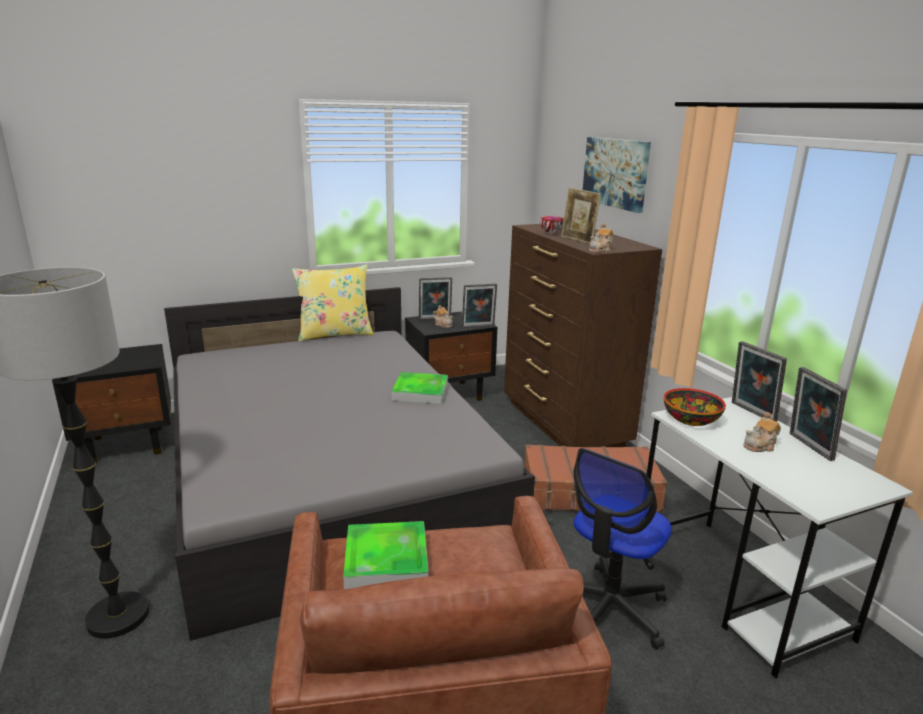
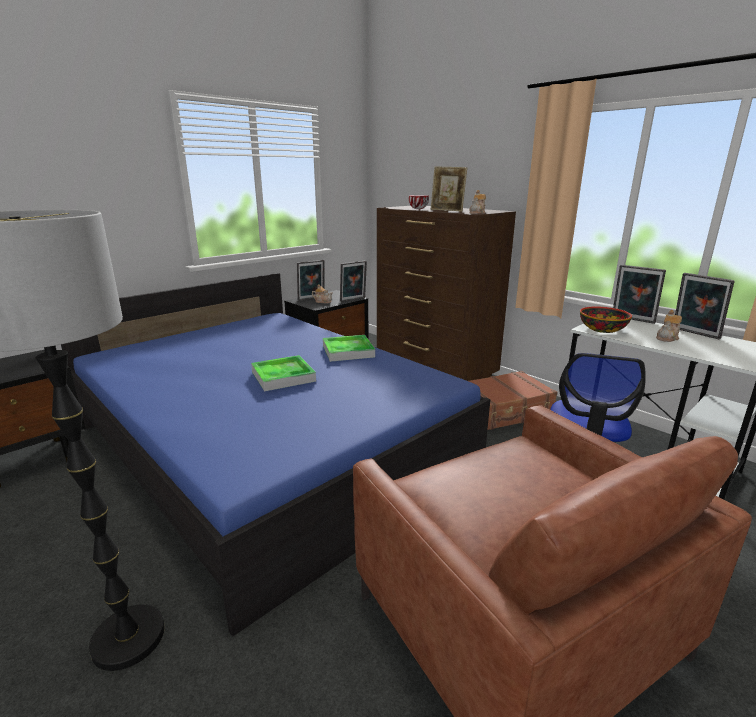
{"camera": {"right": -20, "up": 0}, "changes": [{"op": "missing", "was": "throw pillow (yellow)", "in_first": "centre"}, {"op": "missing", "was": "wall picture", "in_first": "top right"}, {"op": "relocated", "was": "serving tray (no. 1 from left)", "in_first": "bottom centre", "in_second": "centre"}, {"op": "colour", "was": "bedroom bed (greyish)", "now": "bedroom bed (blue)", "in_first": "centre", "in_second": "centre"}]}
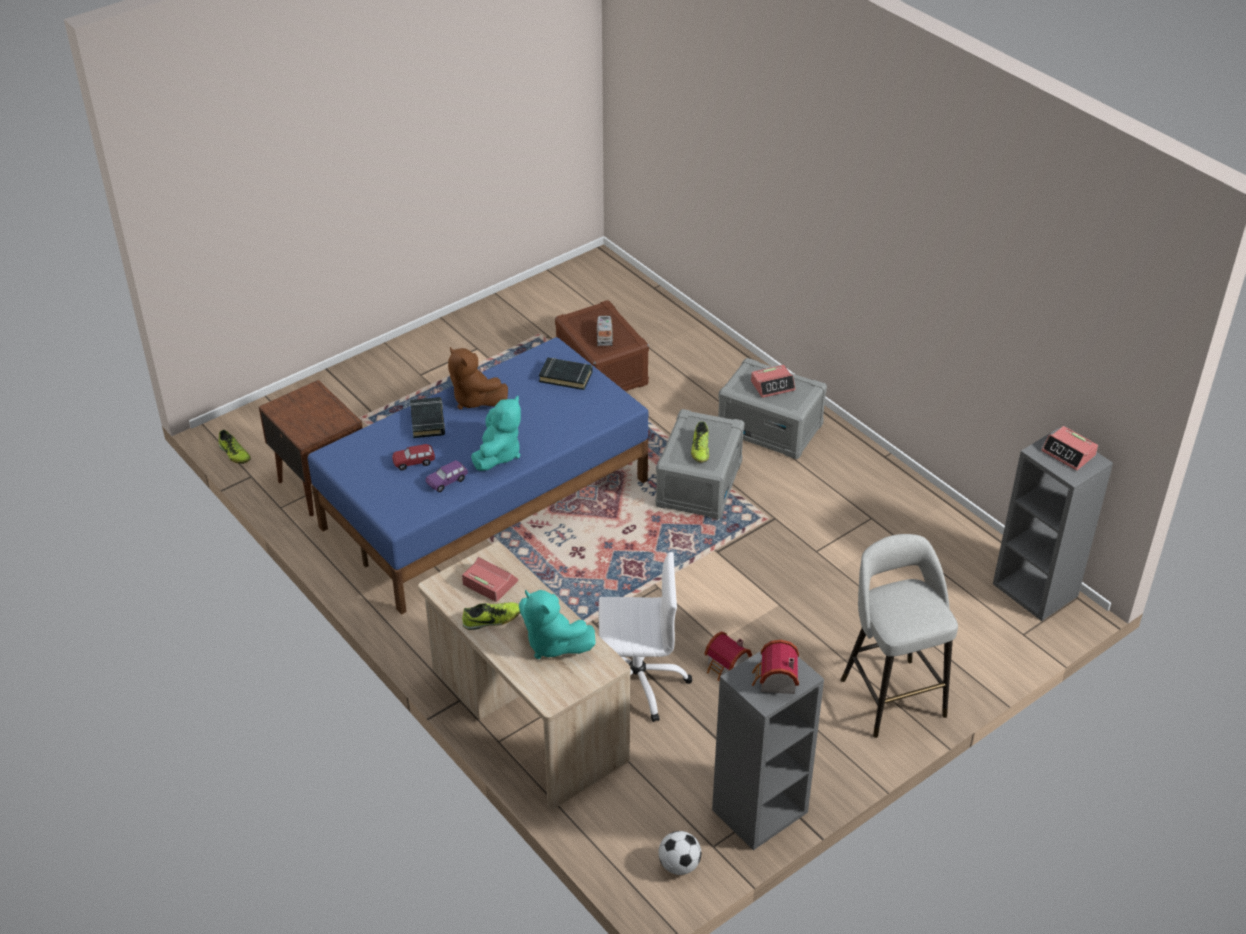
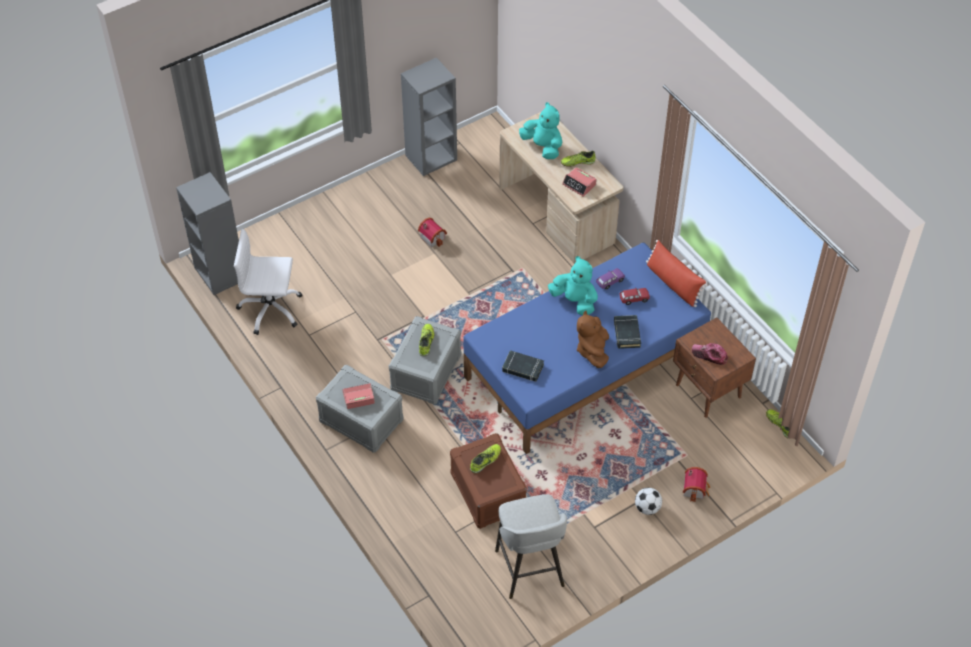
{"camera": {"right": -175, "up": 10}, "changes": [{"op": "missing", "was": "alarm clock (no. 3 from left)", "in_first": "middle right"}, {"op": "appeared", "now": "throw pillow (red-coloured)", "in_second": "middle right"}, {"op": "appeared", "now": "cap", "in_second": "middle right"}, {"op": "relocated", "was": "computer chair (white)", "in_first": "bottom centre", "in_second": "middle left"}, {"op": "relocated", "was": "football ball", "in_first": "bottom centre", "in_second": "bottom right"}, {"op": "relocated", "was": "toy house (no. 2 from left)", "in_first": "bottom centre", "in_second": "bottom right"}, {"op": "relocated", "was": "stool seat (greyish)", "in_first": "bottom right", "in_second": "bottom centre"}, {"op": "exchanged", "was": "toy lorry", "now": "shoe (no. 2 from left)", "in_first": "centre", "in_second": "bottom centre"}, {"op": "spun", "was": "cuddly toy (brown-coloured)", "in_first": "centre", "in_second": "centre", "clockwise": -135}, {"op": "spun", "was": "cuddly toy (turquoise-coloured) (no. 1 from left in the first image)", "in_first": "centre", "in_second": "centre", "clockwise": 105}]}
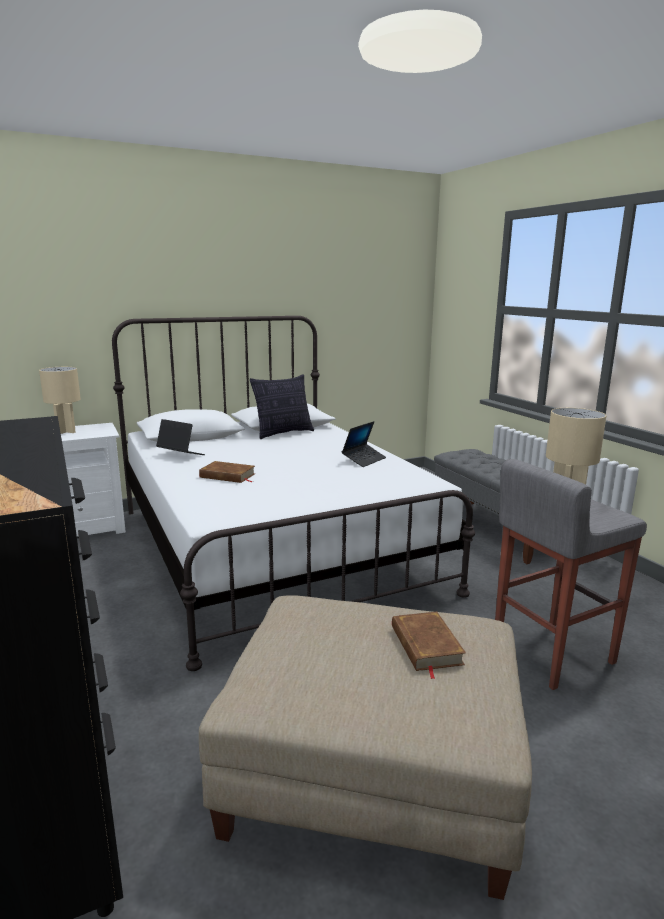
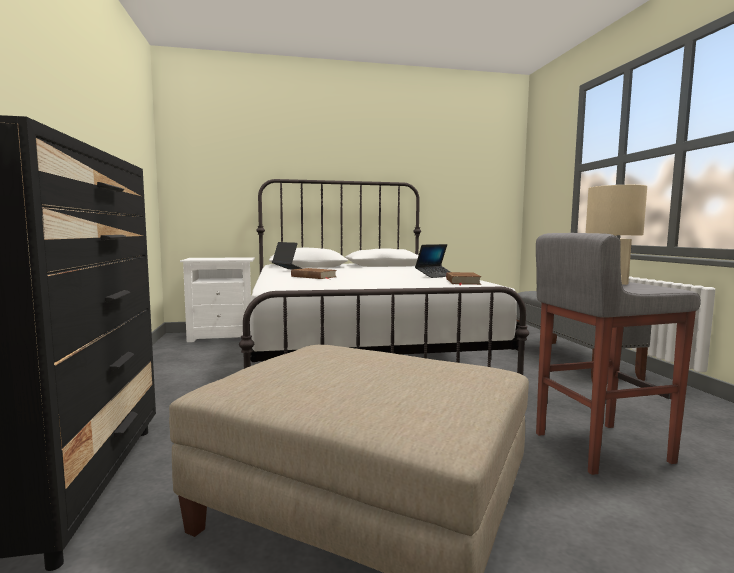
{"camera": {"right": 15, "up": -10}, "changes": [{"op": "missing", "was": "tabletop lamp (sand-coloured) (no. 1 from left)", "in_first": "middle left"}, {"op": "missing", "was": "throw pillow", "in_first": "centre"}, {"op": "relocated", "was": "bound book (brown-coloured) (no. 2 from left)", "in_first": "bottom centre", "in_second": "centre"}]}
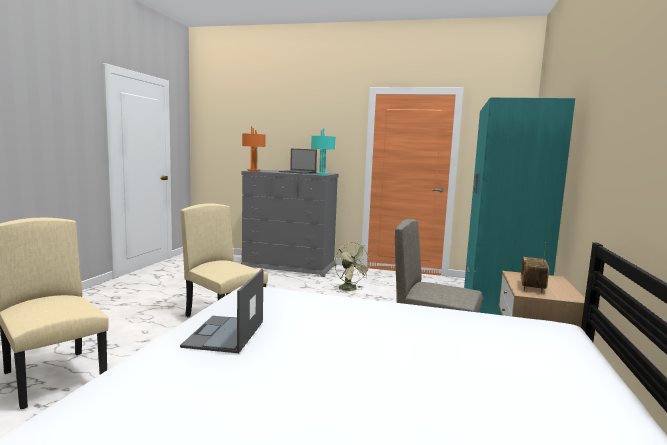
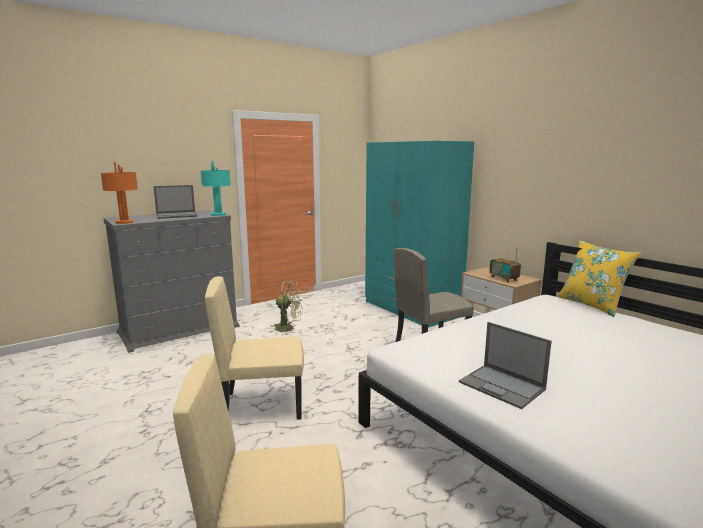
{"camera": {"right": -50, "up": 5}, "changes": [{"op": "appeared", "now": "throw pillow (yellow)", "in_second": "middle right"}]}
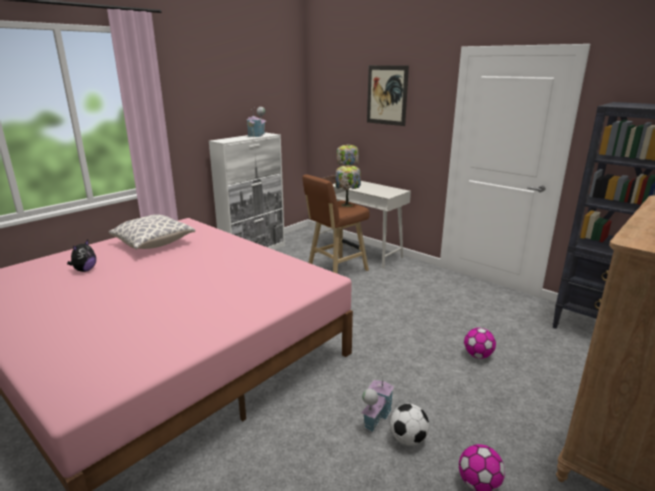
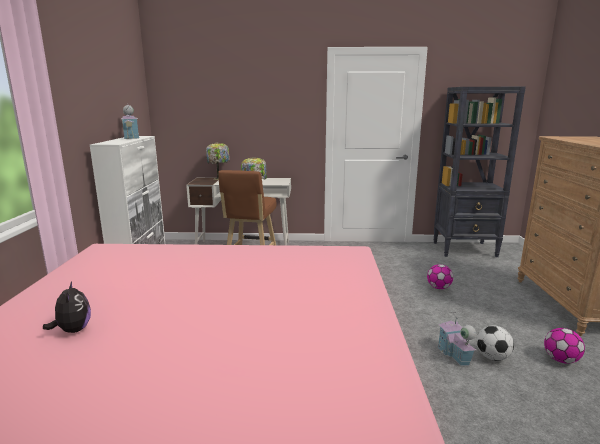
{"camera": {"right": -40, "up": -5}, "changes": [{"op": "missing", "was": "throw pillow", "in_first": "middle left"}, {"op": "missing", "was": "wall picture", "in_first": "top centre"}]}
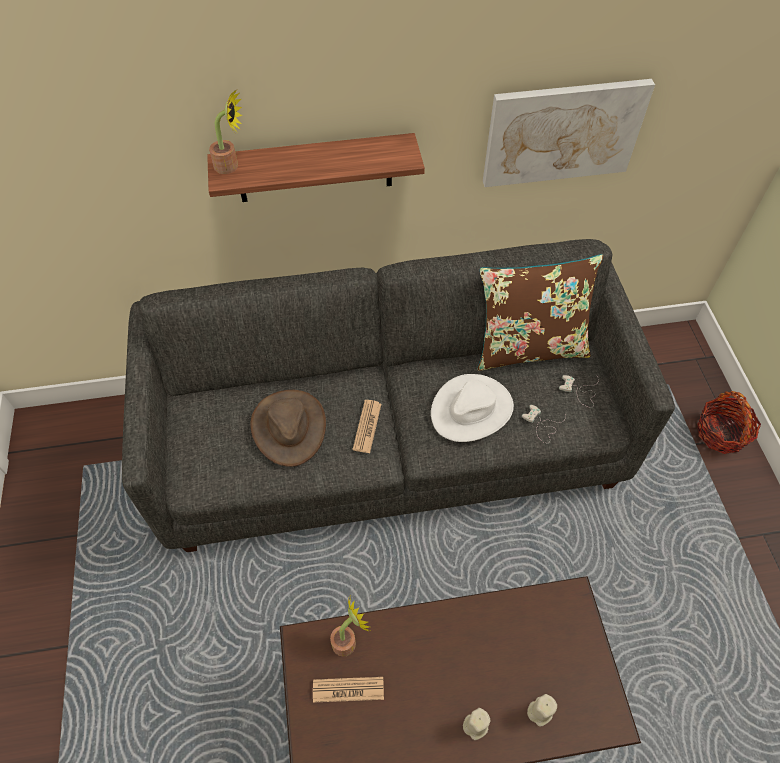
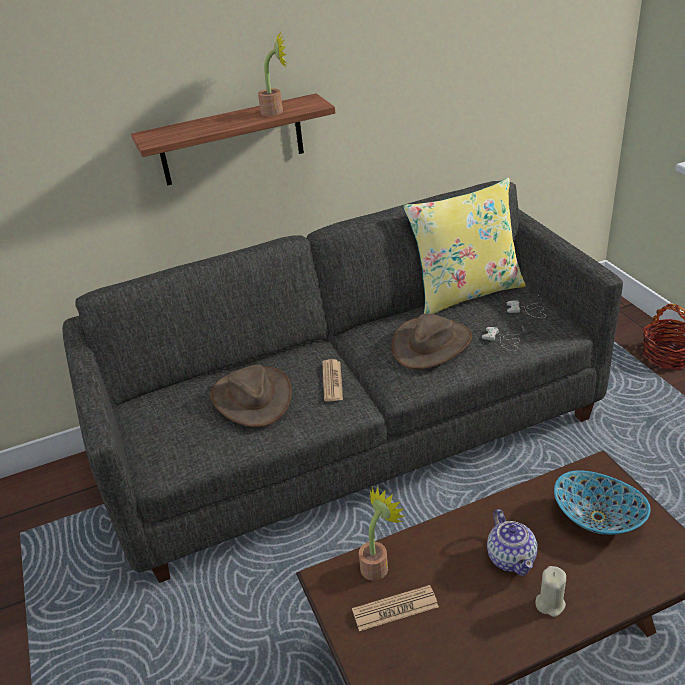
{"camera": {"right": -10, "up": -20}, "changes": [{"op": "missing", "was": "wall picture", "in_first": "top right"}, {"op": "missing", "was": "wax light (sand-coloured) (no. 2 from left)", "in_first": "bottom right"}, {"op": "appeared", "now": "teapot", "in_second": "bottom right"}, {"op": "appeared", "now": "deep dish", "in_second": "bottom right"}, {"op": "relocated", "was": "houseplant (no. 1 from left)", "in_first": "top left", "in_second": "top centre"}, {"op": "colour", "was": "clothing hat (white)", "now": "clothing hat (brown-coloured) (no. 2 from left)", "in_first": "centre", "in_second": "centre"}, {"op": "colour", "was": "throw pillow (brown-coloured)", "now": "throw pillow (yellow)", "in_first": "middle right", "in_second": "middle right"}]}
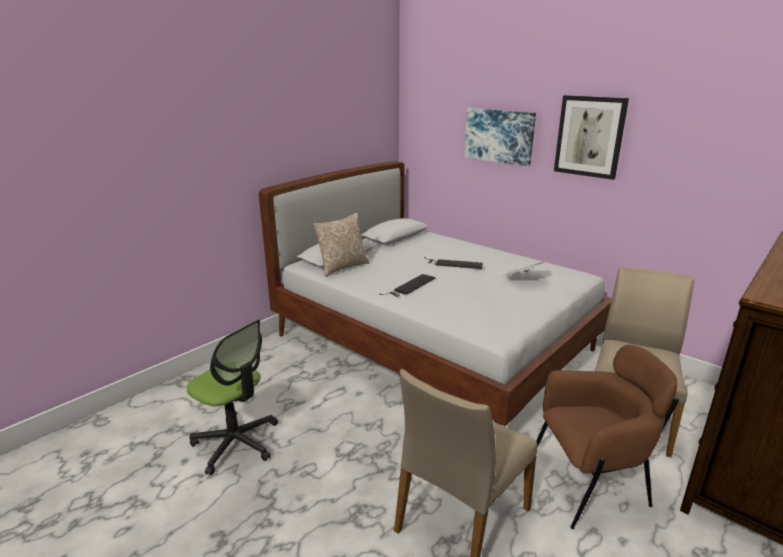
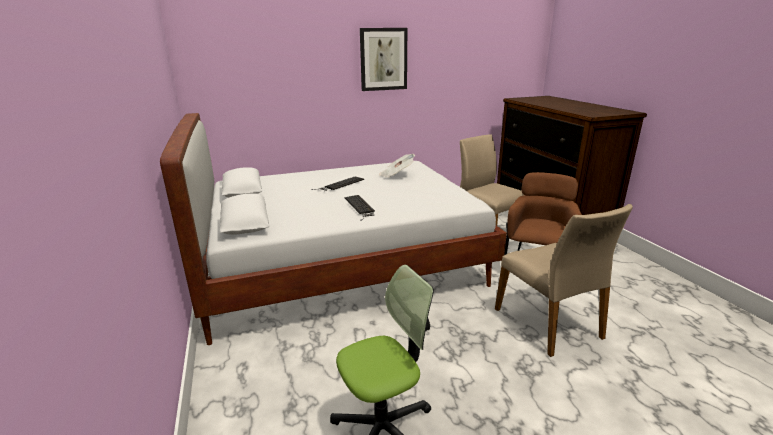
{"camera": {"right": -60, "up": 0}, "changes": [{"op": "missing", "was": "throw pillow", "in_first": "centre"}, {"op": "missing", "was": "wall picture (no. 1 from left)", "in_first": "top centre"}]}
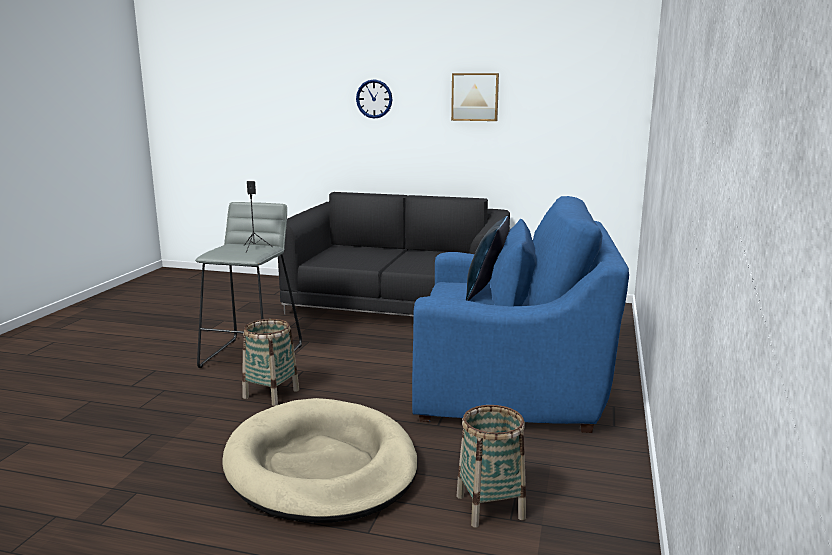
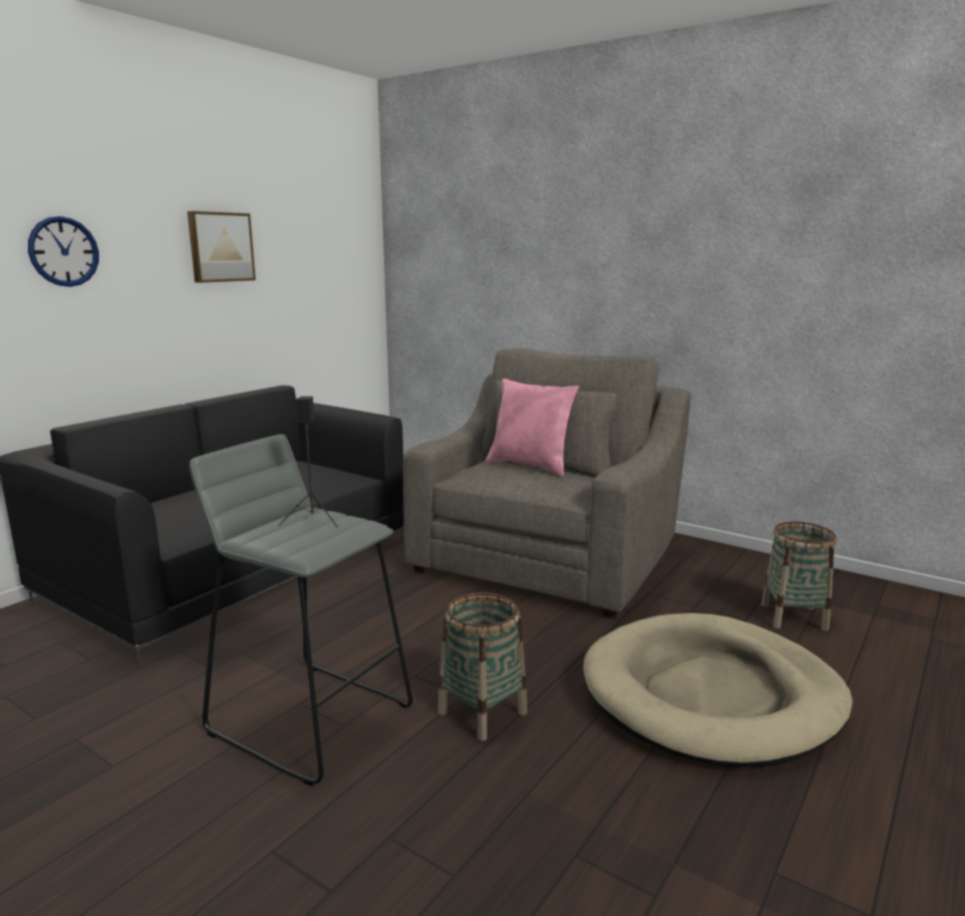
{"camera": {"right": -70, "up": 0}, "changes": [{"op": "colour", "was": "armchair (blue)", "now": "armchair (greyish)", "in_first": "centre", "in_second": "centre"}, {"op": "colour", "was": "throw pillow (blue)", "now": "throw pillow (pink-coloured)", "in_first": "centre", "in_second": "centre"}]}
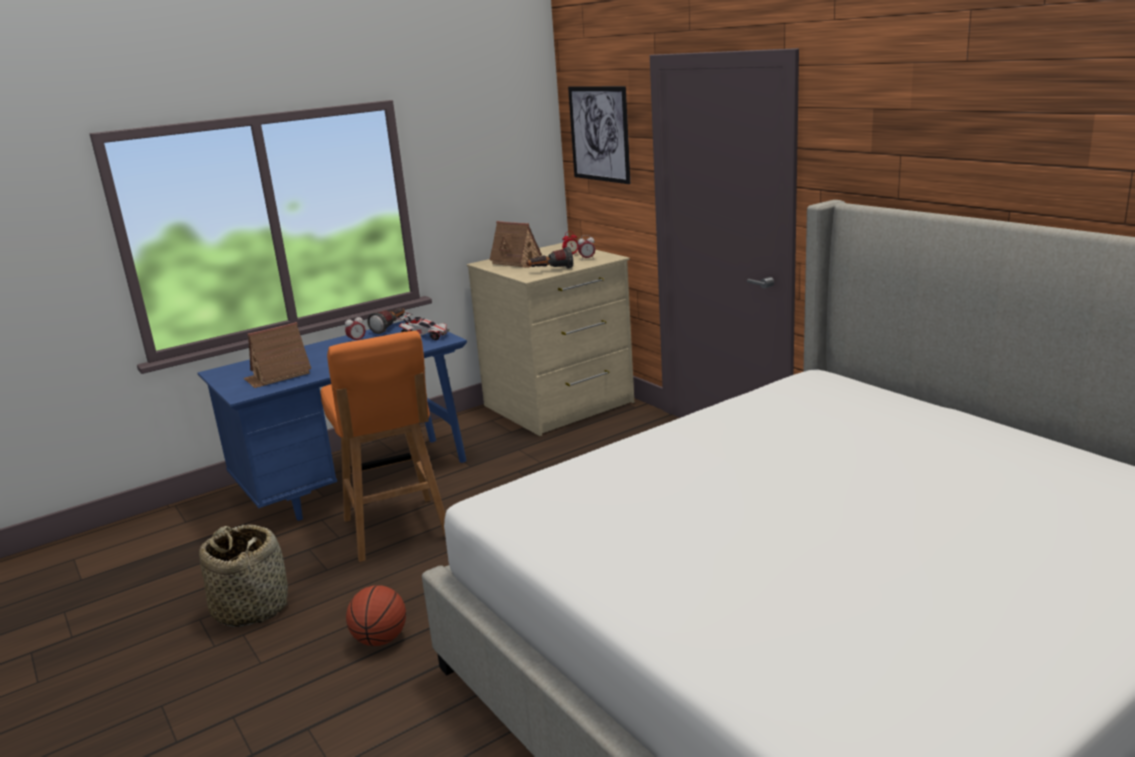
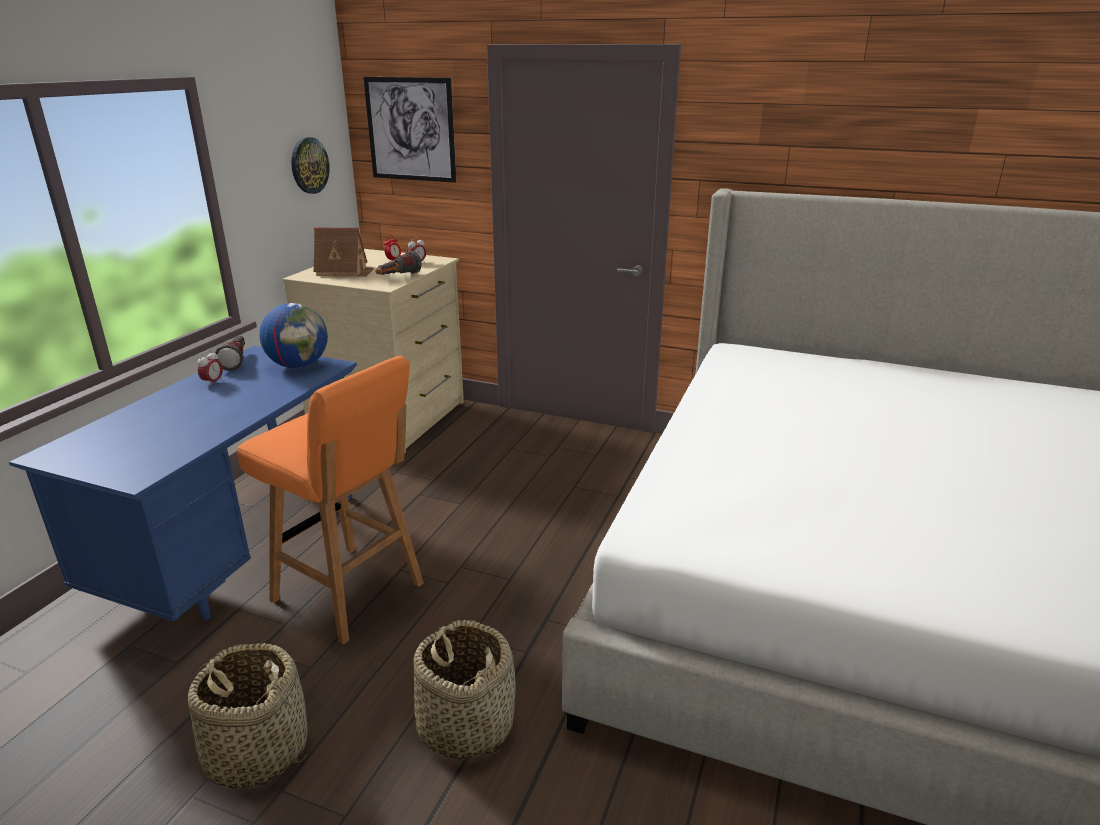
{"camera": {"right": -35, "up": 5}, "changes": [{"op": "missing", "was": "toy house (no. 1 from left)", "in_first": "middle left"}, {"op": "appeared", "now": "clock on the wall", "in_second": "top left"}, {"op": "exchanged", "was": "basketball ball", "now": "storage basket (no. 2 from left)", "in_first": "bottom left", "in_second": "bottom centre"}, {"op": "exchanged", "was": "toy car", "now": "desk globe", "in_first": "centre", "in_second": "middle left"}]}
